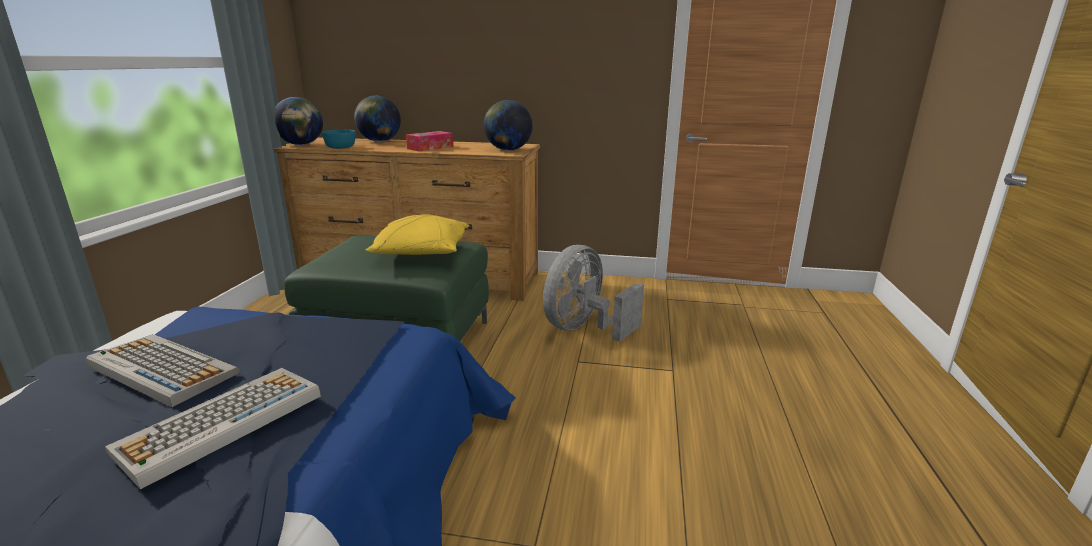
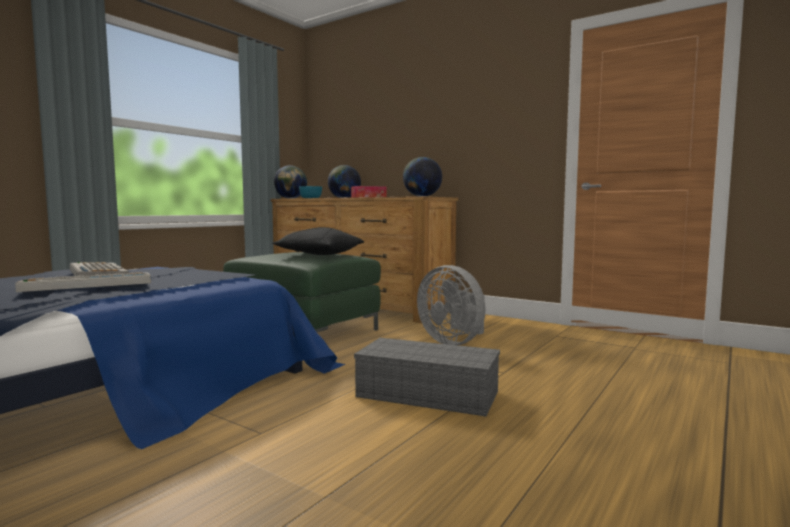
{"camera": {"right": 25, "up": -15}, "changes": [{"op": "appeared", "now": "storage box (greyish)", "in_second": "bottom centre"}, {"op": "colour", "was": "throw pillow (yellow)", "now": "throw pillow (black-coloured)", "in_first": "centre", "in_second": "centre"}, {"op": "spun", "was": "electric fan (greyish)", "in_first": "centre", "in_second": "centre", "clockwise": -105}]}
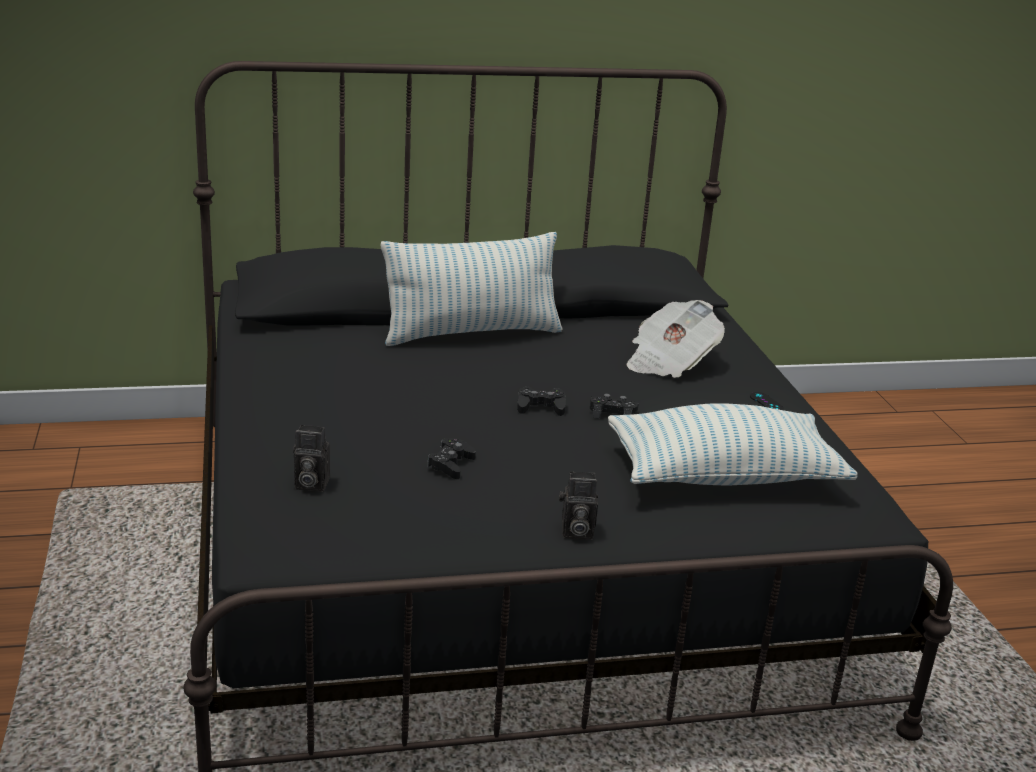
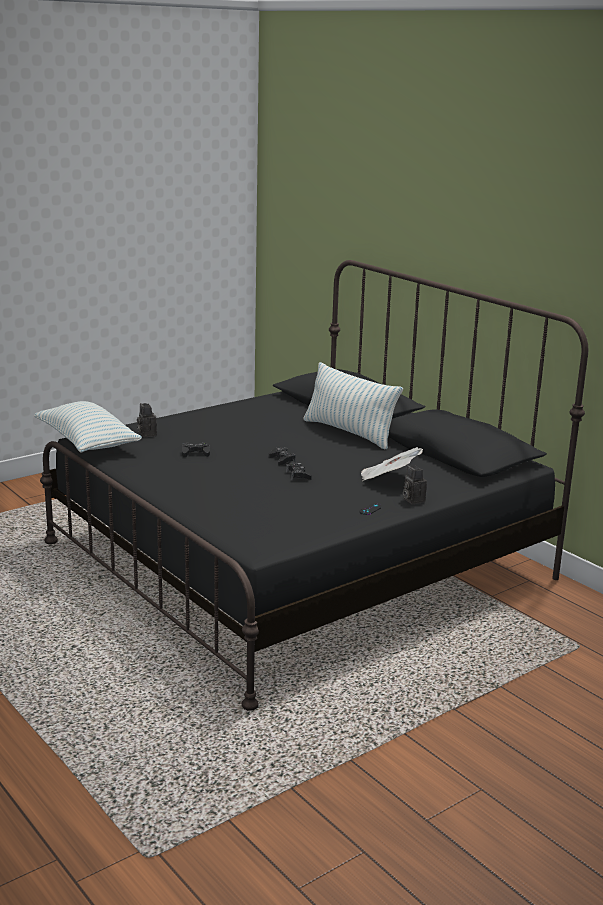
{"camera": {"right": 65, "up": -5}, "changes": [{"op": "relocated", "was": "photo camera (no. 2 from left)", "in_first": "centre", "in_second": "middle right"}, {"op": "relocated", "was": "throw pillow (no. 2 from left in the first image)", "now": "throw pillow (no. 1 from left)", "in_first": "middle right", "in_second": "middle left"}]}
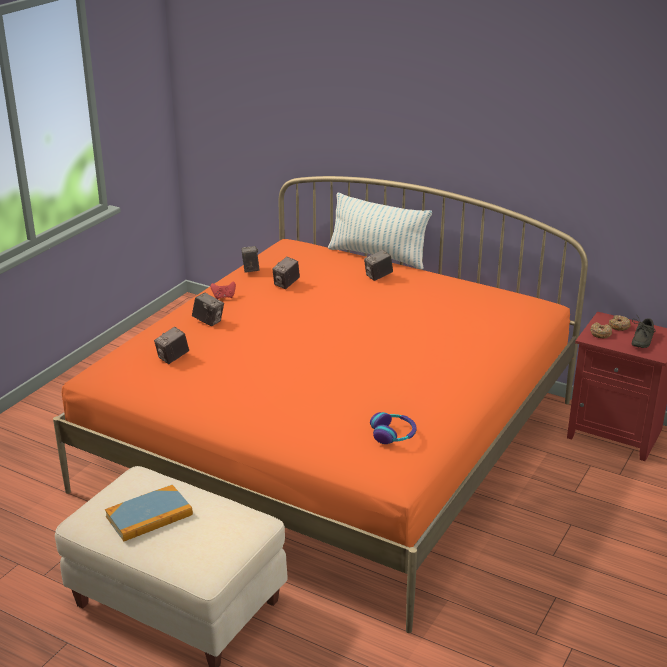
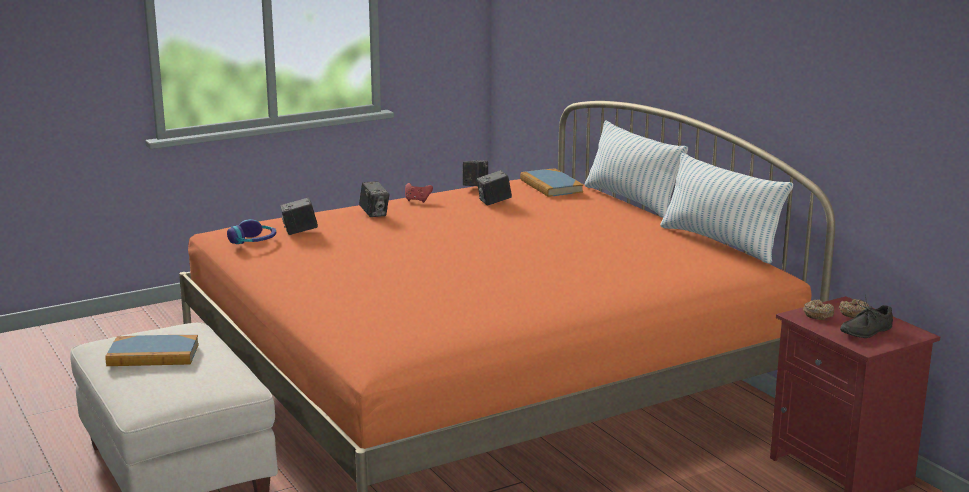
{"camera": {"right": 30, "up": -10}, "changes": [{"op": "missing", "was": "photo camera (no. 5 from left)", "in_first": "centre"}, {"op": "appeared", "now": "bound book (no. 2 from left)", "in_second": "centre"}, {"op": "appeared", "now": "throw pillow (no. 2 from left)", "in_second": "middle right"}, {"op": "relocated", "was": "headset", "in_first": "centre", "in_second": "middle left"}]}
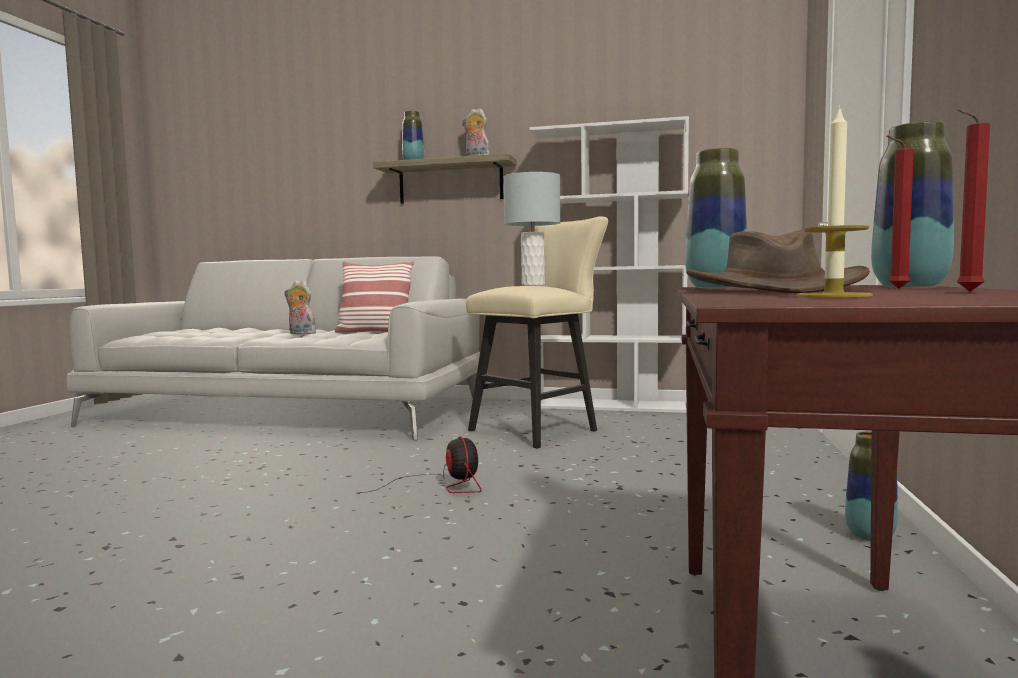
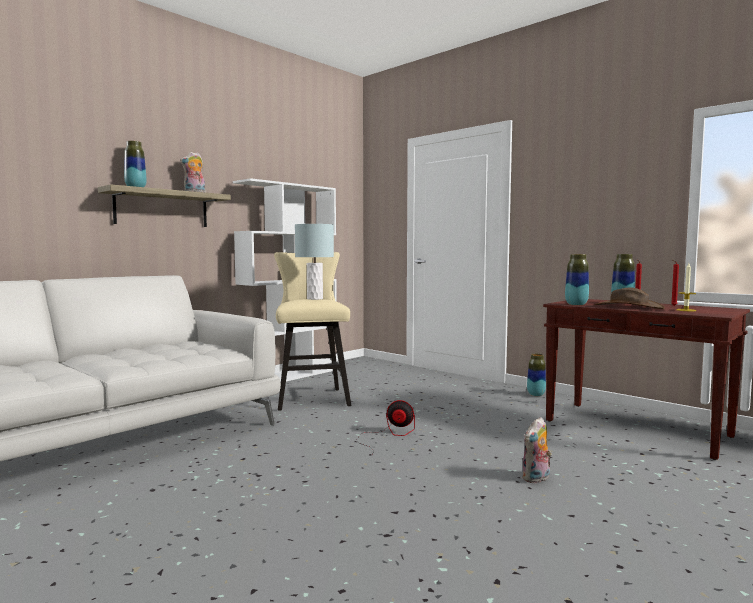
{"camera": {"right": -60, "up": 0}, "changes": [{"op": "missing", "was": "throw pillow", "in_first": "centre"}, {"op": "relocated", "was": "cuddly toy (no. 1 from left in the first image)", "now": "cuddly toy (no. 2 from left)", "in_first": "middle left", "in_second": "bottom right"}]}
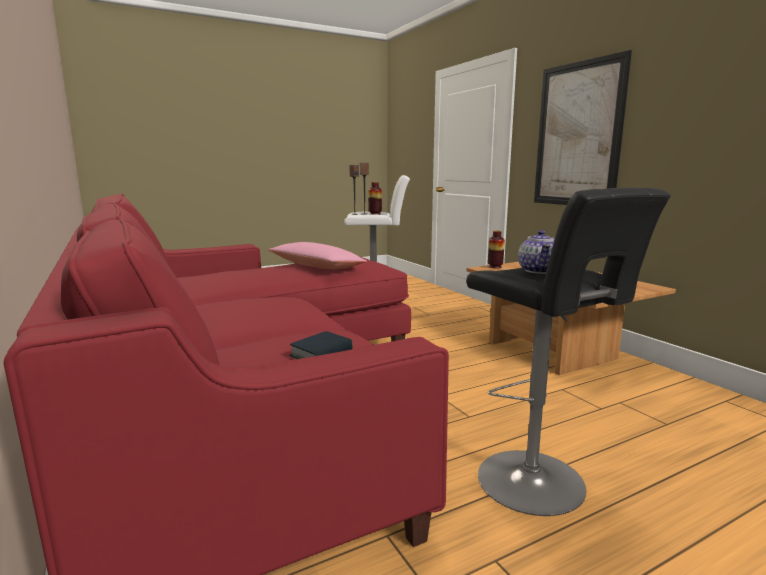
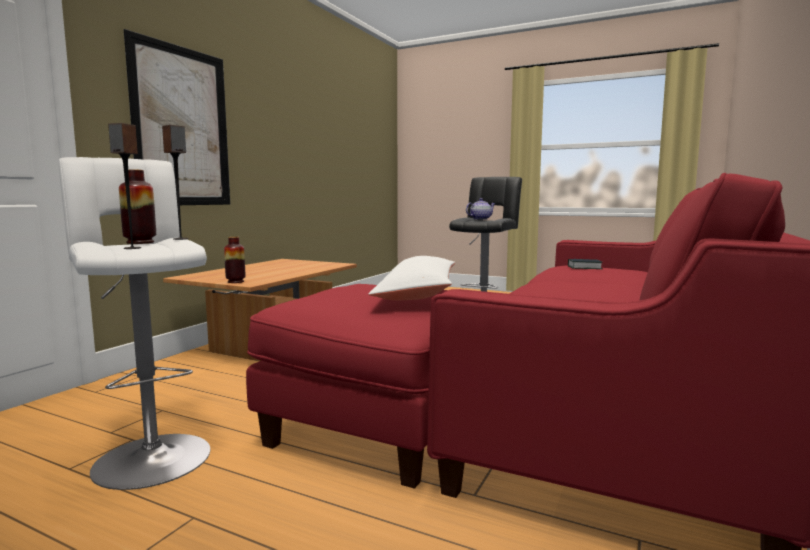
{"camera": {"right": -125, "up": -5}, "changes": [{"op": "colour", "was": "throw pillow (pink-coloured)", "now": "throw pillow (white)", "in_first": "centre", "in_second": "centre"}]}
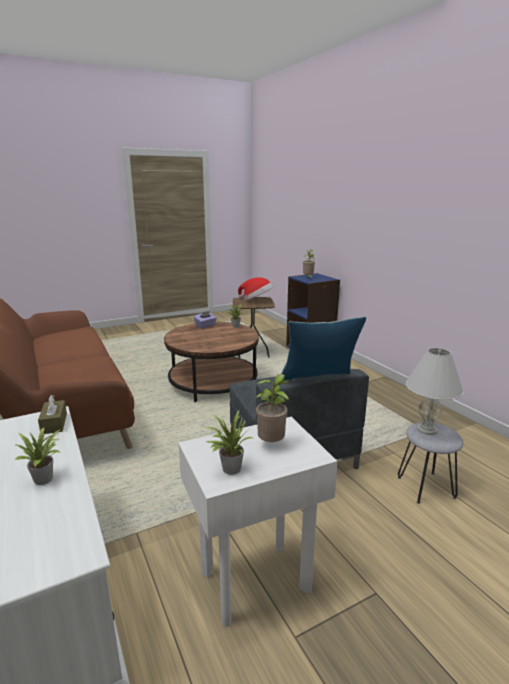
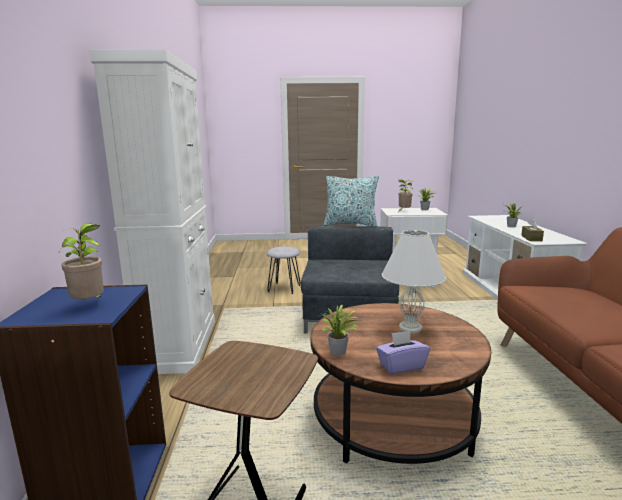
{"camera": {"right": -155, "up": -5}, "changes": [{"op": "missing", "was": "clothing hat", "in_first": "centre"}, {"op": "appeared", "now": "cabinet (white)", "in_second": "middle left"}, {"op": "relocated", "was": "tabletop lamp (white)", "in_first": "middle right", "in_second": "centre"}]}
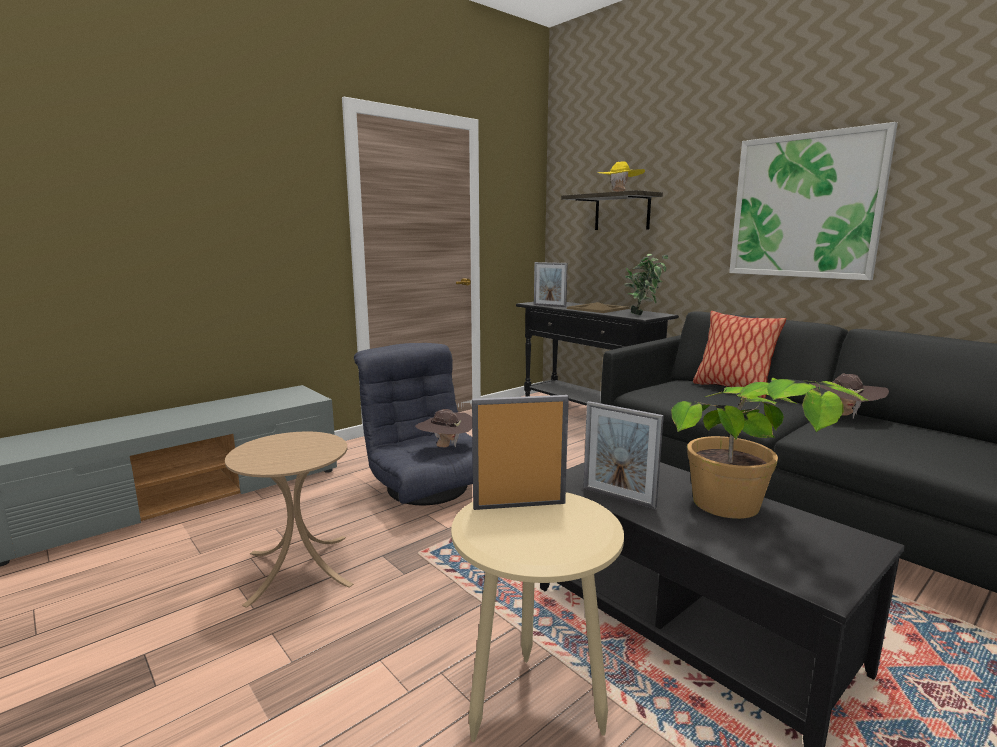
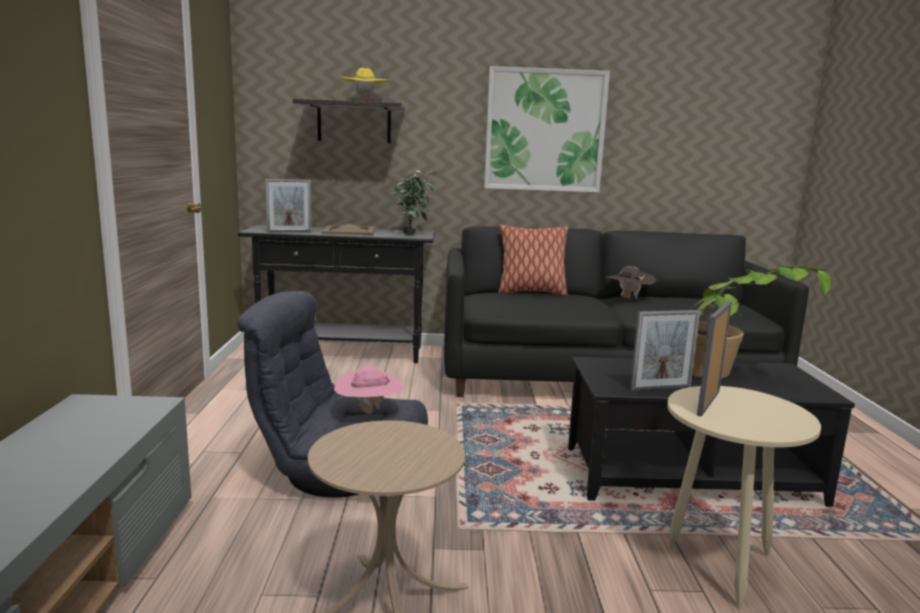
{"camera": {"right": -50, "up": 0}, "changes": [{"op": "colour", "was": "clothing hat (brown-coloured) (no. 1 from left)", "now": "clothing hat (pink-coloured)", "in_first": "centre", "in_second": "centre"}]}
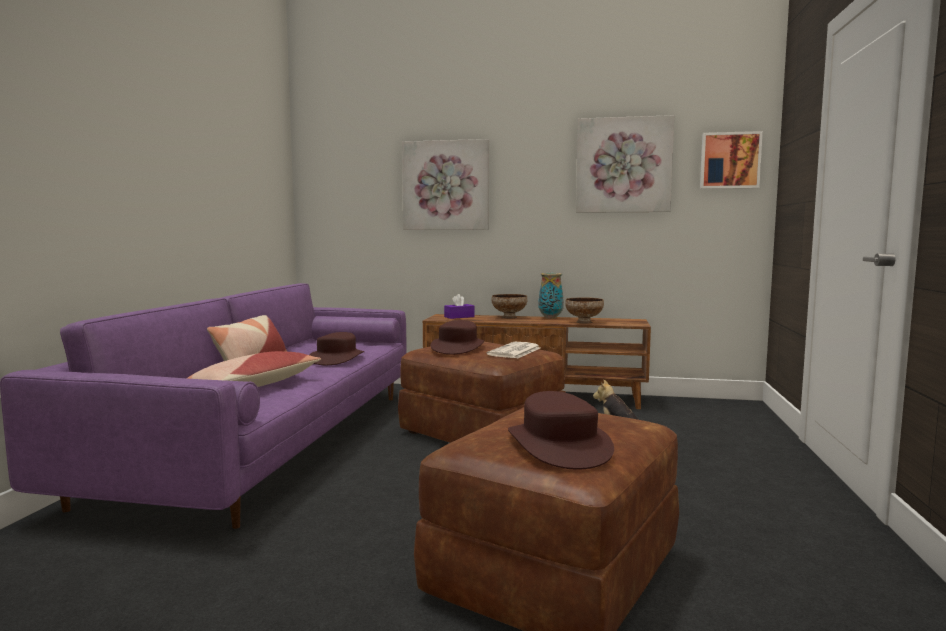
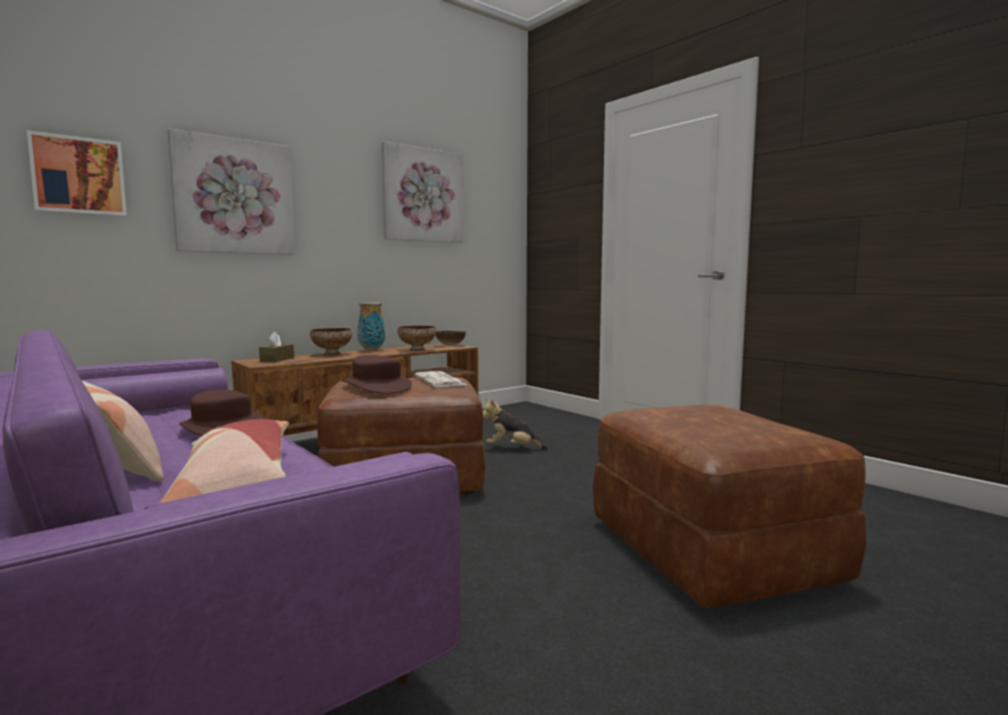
{"camera": {"right": -50, "up": 0}, "changes": [{"op": "missing", "was": "clothing hat (brown-coloured) (no. 3 from left)", "in_first": "bottom centre"}, {"op": "appeared", "now": "deep dish (no. 3 from left)", "in_second": "centre"}, {"op": "relocated", "was": "wall picture (no. 3 from left in the first image)", "now": "wall picture (no. 1 from left)", "in_first": "top right", "in_second": "top left"}, {"op": "colour", "was": "tissue box (purple-coloured)", "now": "tissue box (brown-coloured)", "in_first": "centre", "in_second": "middle left"}]}
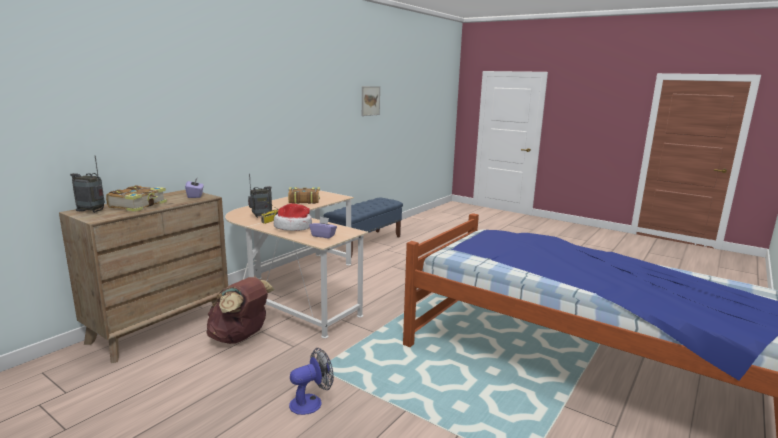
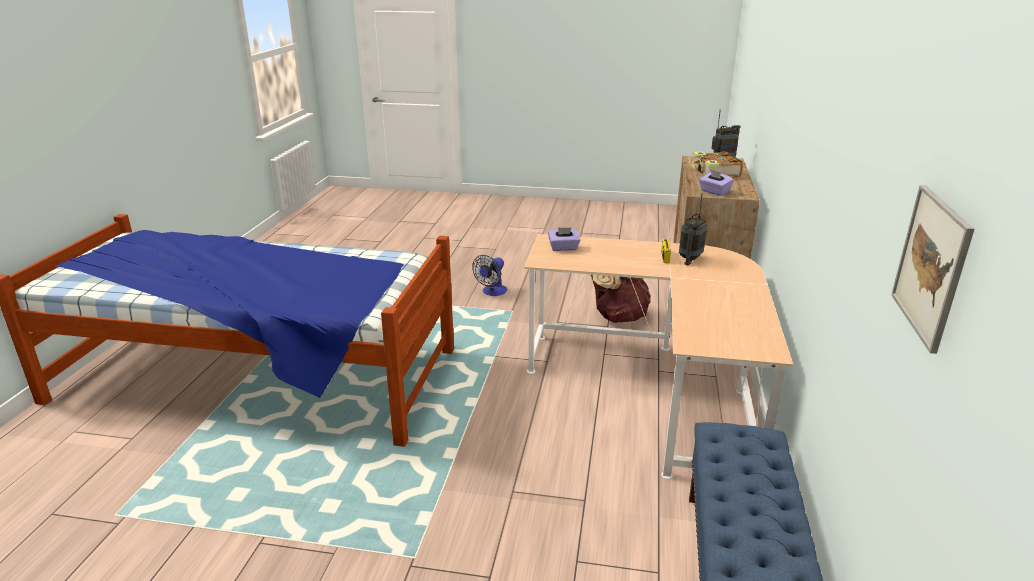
{"camera": {"right": 155, "up": 10}, "changes": [{"op": "missing", "was": "clothing hat", "in_first": "centre"}, {"op": "missing", "was": "bound book (no. 2 from left)", "in_first": "centre"}]}
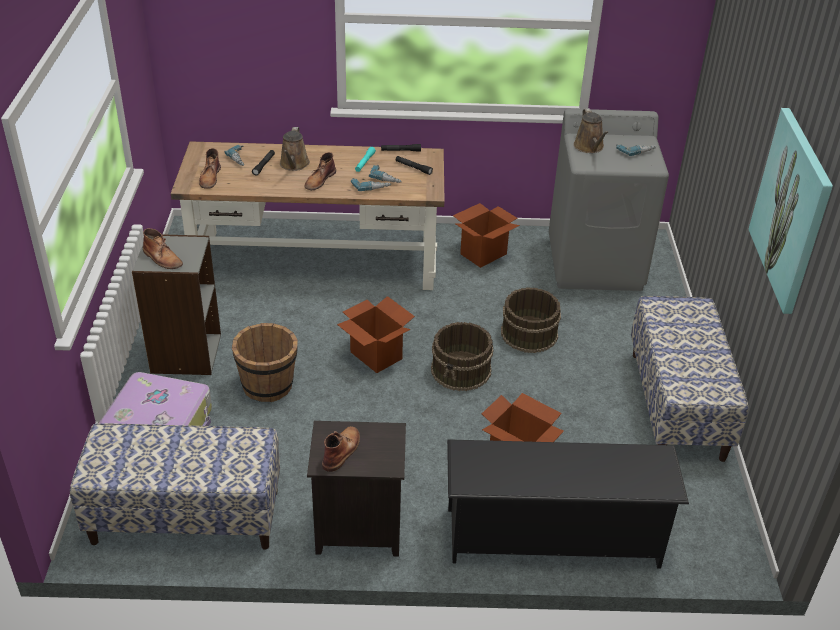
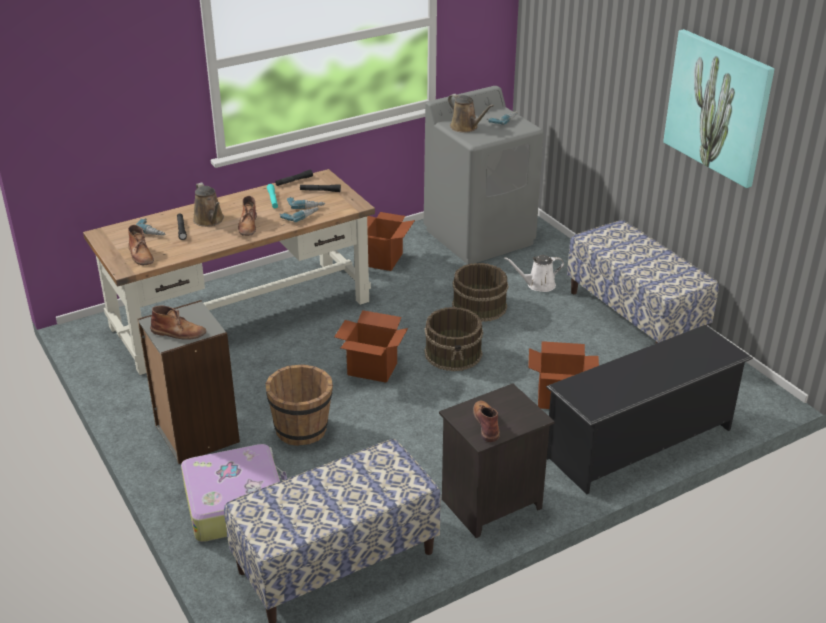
{"camera": {"right": -30, "up": -5}, "changes": [{"op": "appeared", "now": "sprinkling can (white)", "in_second": "centre"}]}
